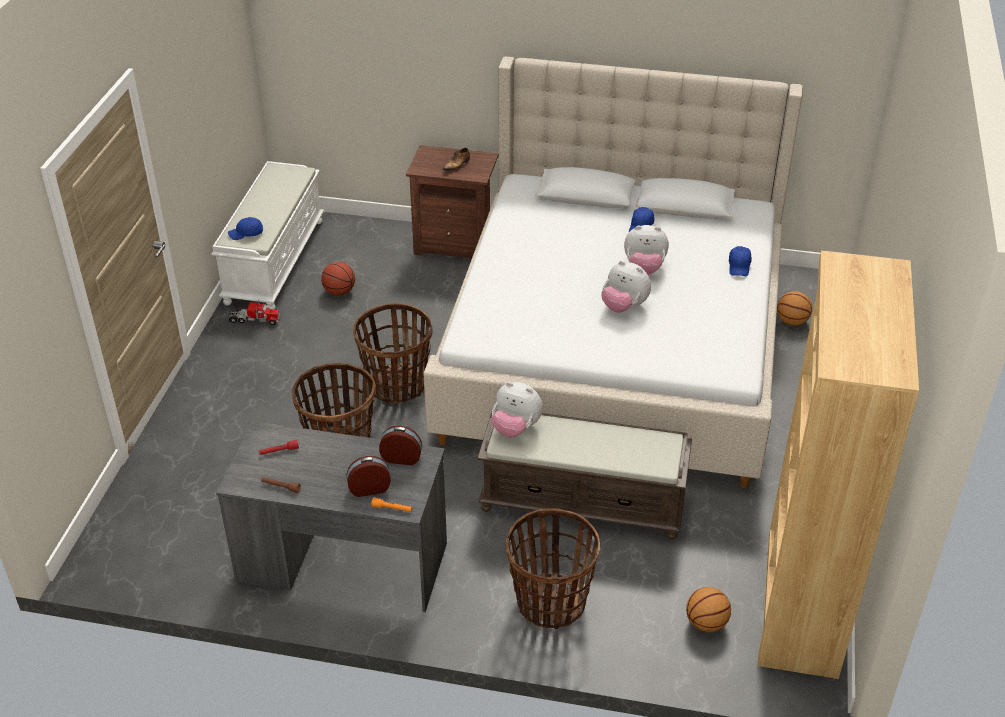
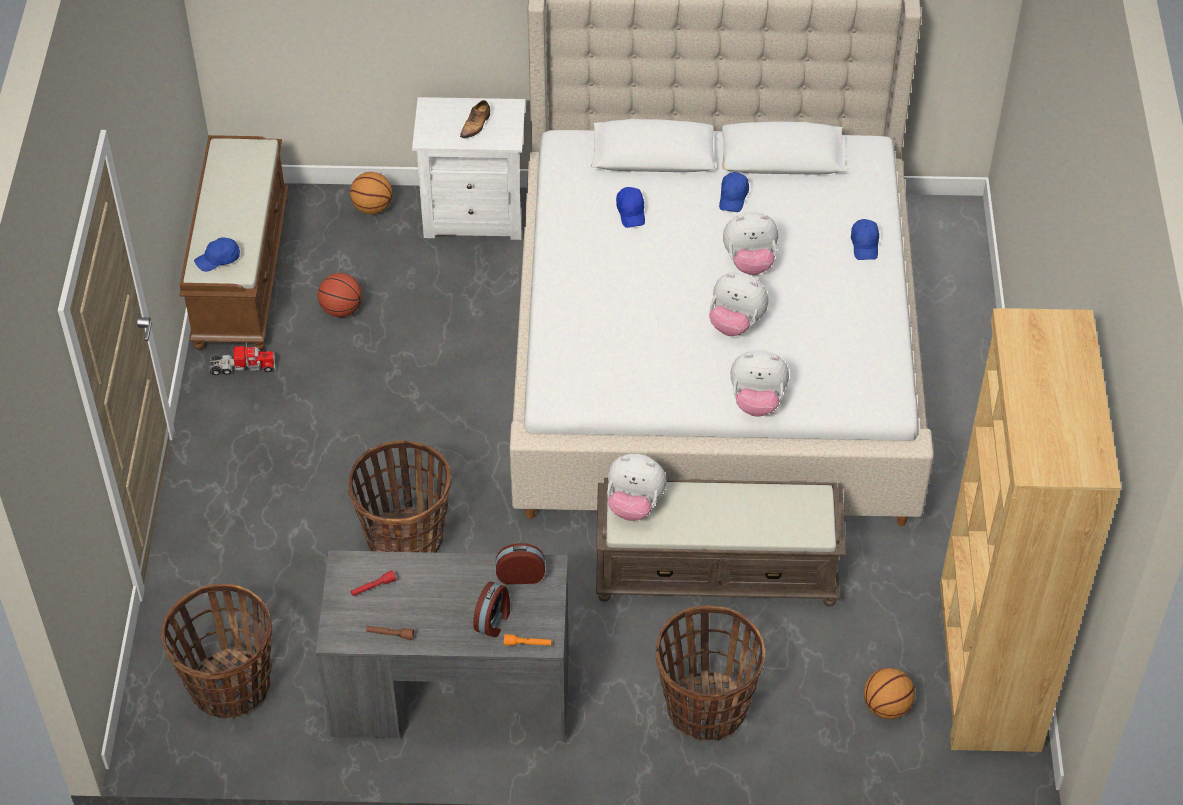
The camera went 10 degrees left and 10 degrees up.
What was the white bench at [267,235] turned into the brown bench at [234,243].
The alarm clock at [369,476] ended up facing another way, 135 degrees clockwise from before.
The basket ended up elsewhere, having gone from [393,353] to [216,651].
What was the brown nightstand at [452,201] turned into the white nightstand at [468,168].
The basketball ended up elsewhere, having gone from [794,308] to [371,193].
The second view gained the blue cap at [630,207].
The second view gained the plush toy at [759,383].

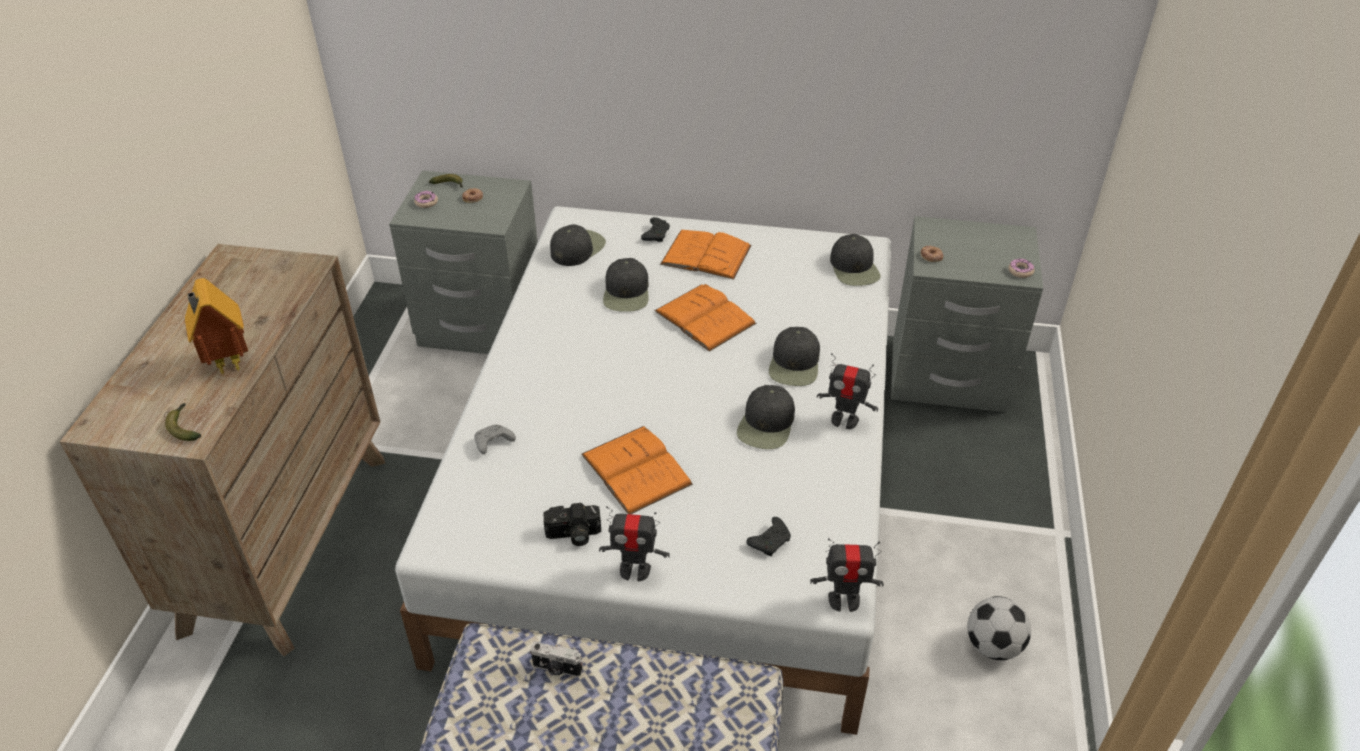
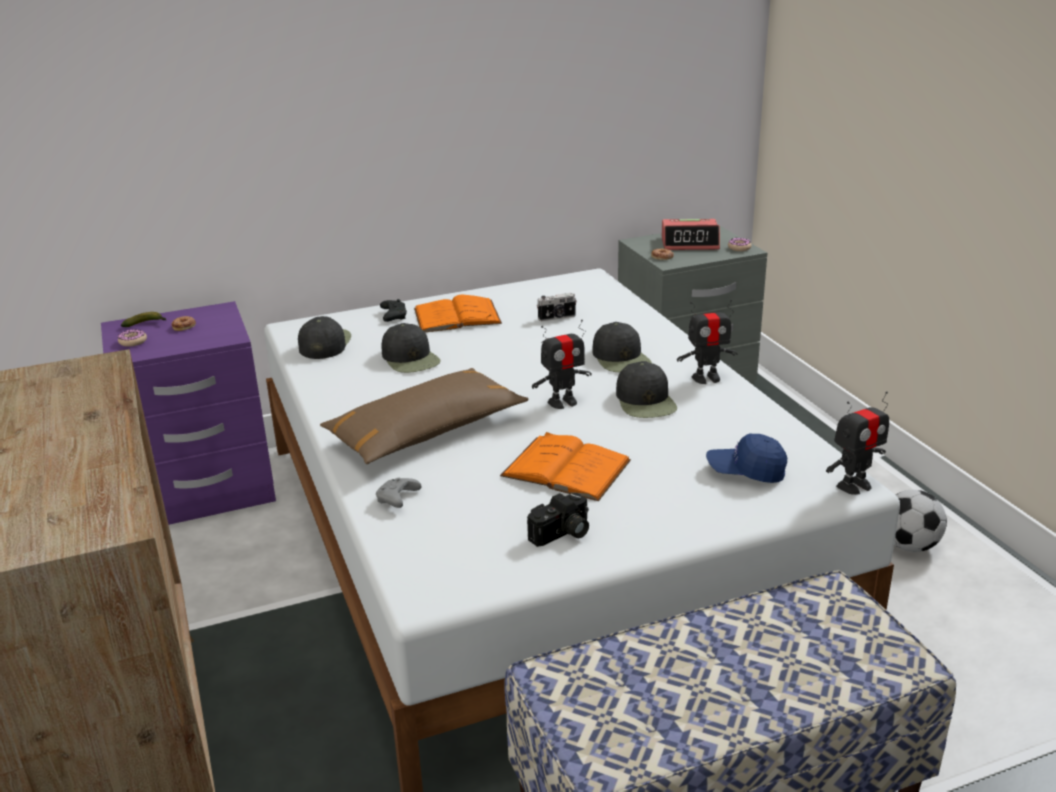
The camera went 30 degrees left and 15 degrees down.
The second view lost the banana at [183,422].
The second view lost the toy house at [216,327].
What was the grey nightstand at [463,262] turned into the purple nightstand at [188,413].
The photo camera ended up elsewhere, having gone from [556,659] to [557,307].
The toy robot ended up elsewhere, having gone from [634,543] to [562,364].
The second view lost the orange book at [705,318].
Where the black game controller stood at [768,536], the blue cap came to stand at [746,458].
The second view lost the black cap at [855,260].
The second view gained the brown pillow at [424,416].
The second view gained the alarm clock at [691,234].

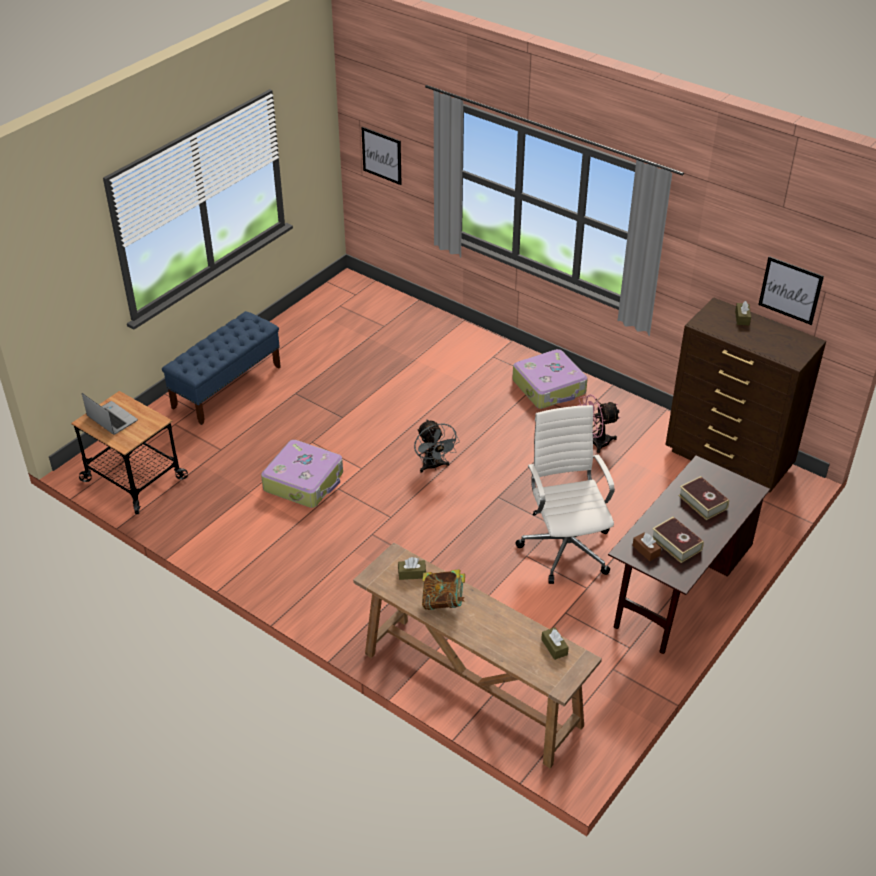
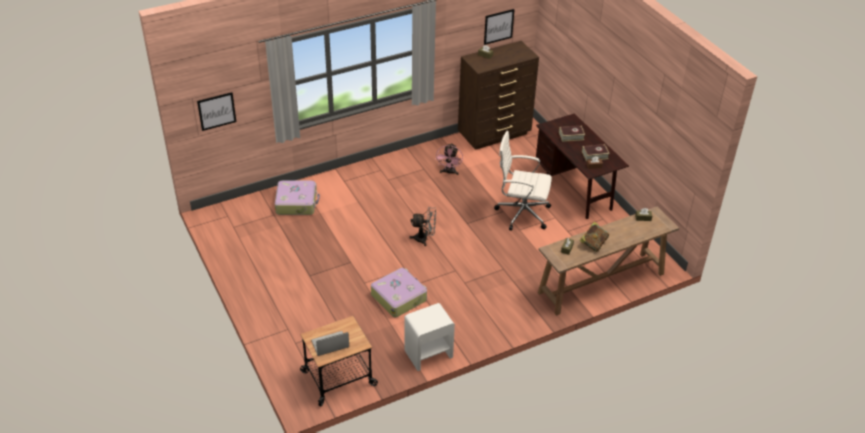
The camera went 65 degrees left and 0 degrees up.
The second view lost the blue bench at [221,368].
The suitcase ended up elsewhere, having gone from [550,379] to [297,197].
The second view gained the white nightstand at [429,337].

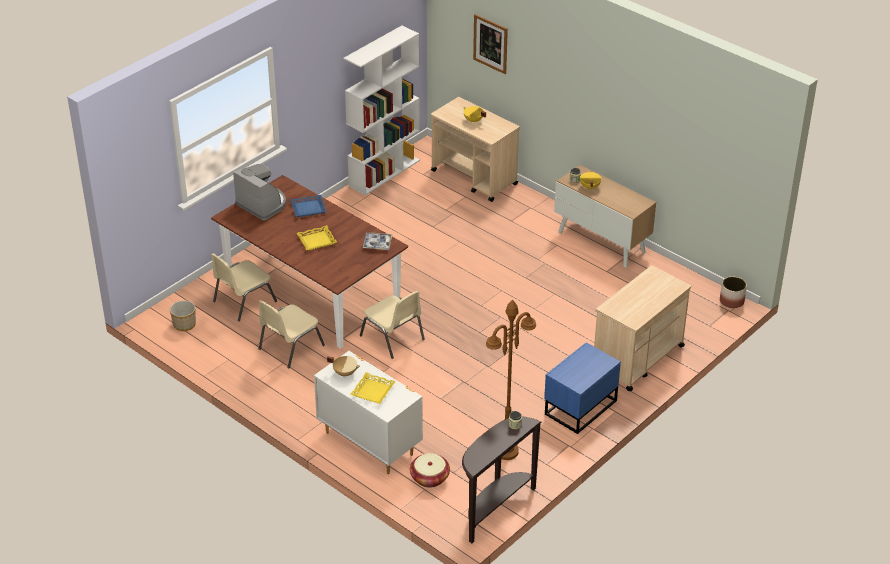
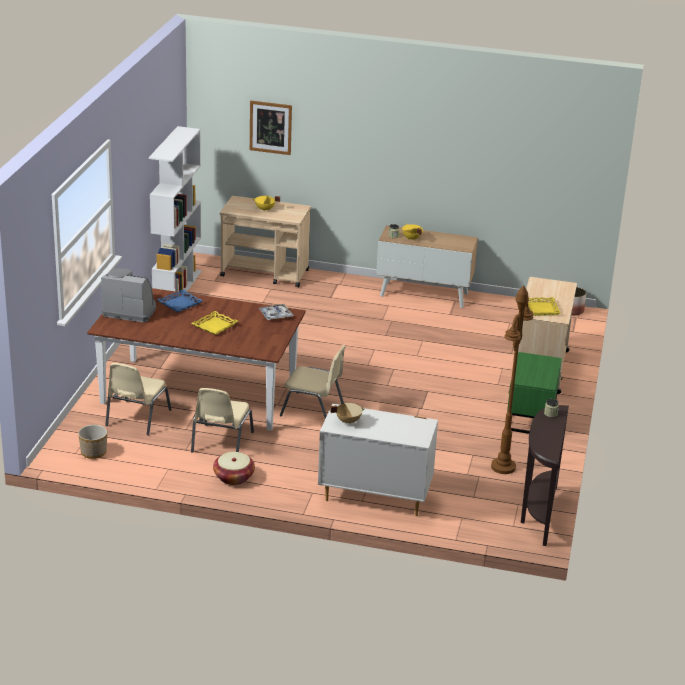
The camera went 30 degrees left and 10 degrees down.
The yellow tray ended up elsewhere, having gone from [373,388] to [544,306].
The basket ended up elsewhere, having gone from [430,470] to [234,468].
What was the blue nightstand at [582,388] turned into the green nightstand at [534,393].

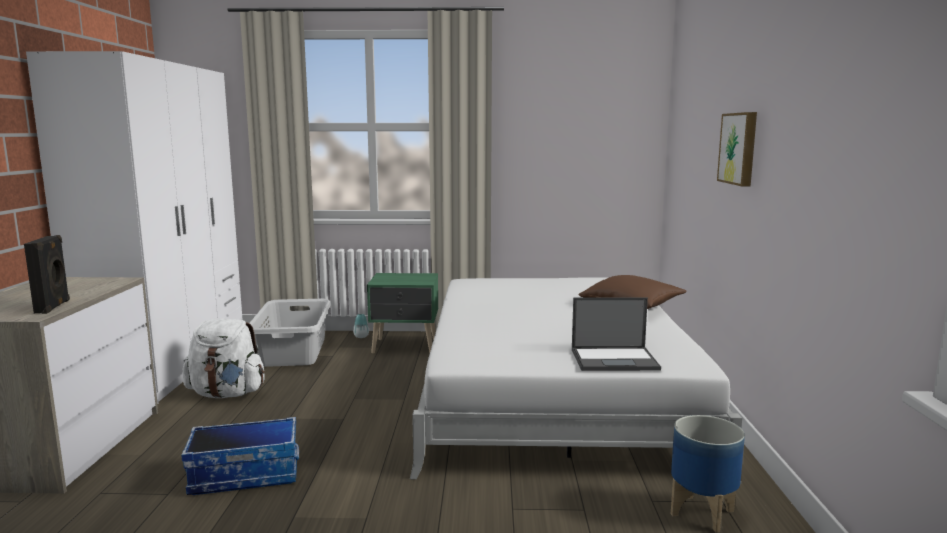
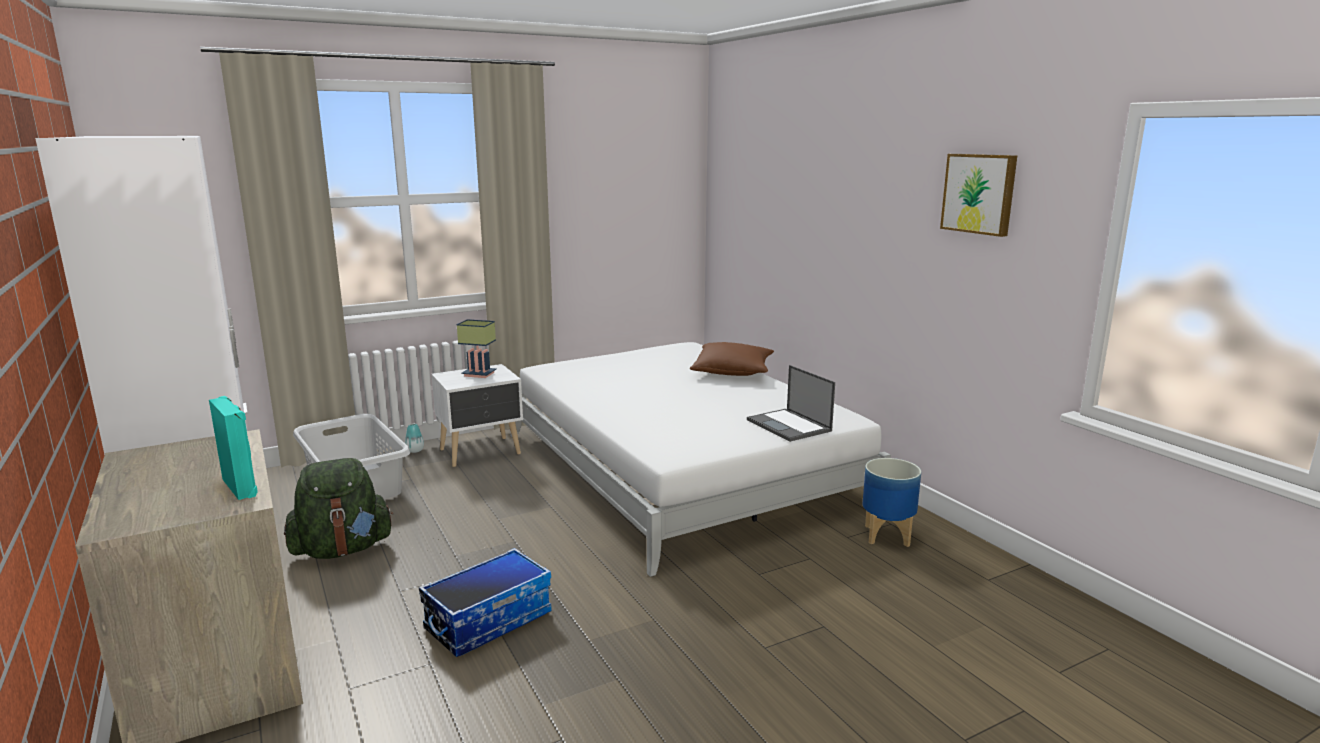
The camera went 30 degrees left and 5 degrees up.
What was the black speaker at [47,274] turned into the turquoise speaker at [233,448].
What was the white backpack at [224,358] turned into the green backpack at [338,508].
What was the green nightstand at [402,313] turned into the white nightstand at [477,415].
The laptop at [616,334] ended up facing another way, 90 degrees clockwise from before.
The picture ended up elsewhere, having gone from [737,149] to [978,195].
The second view gained the table lamp at [477,348].

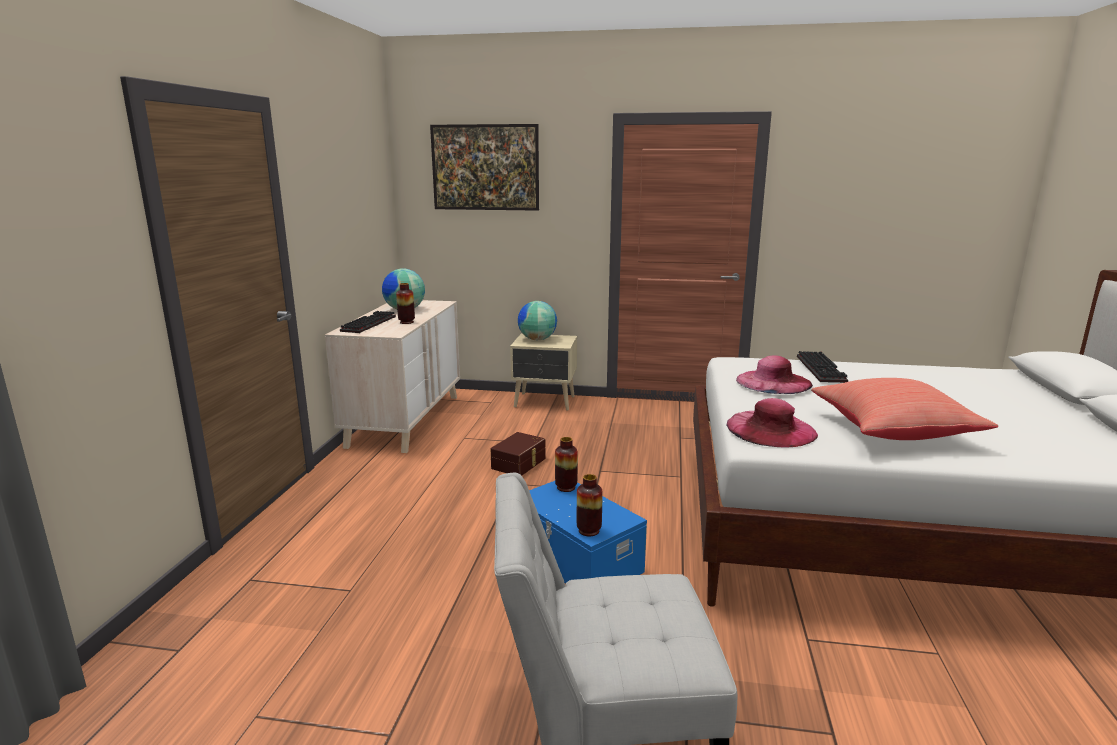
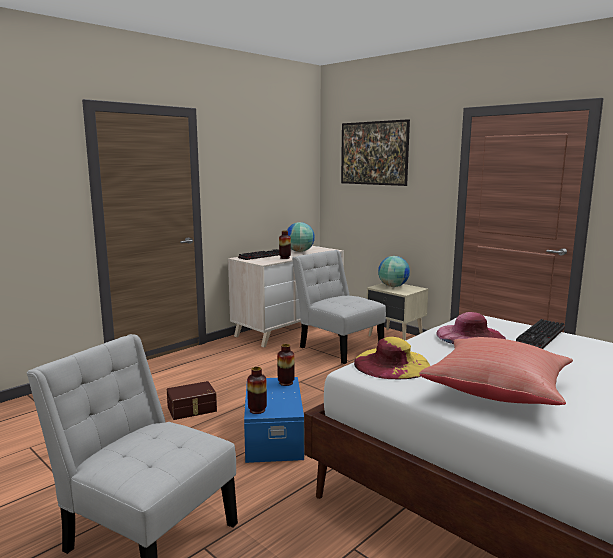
The camera went 35 degrees right and 5 degrees down.
The brown storage box ended up elsewhere, having gone from [518,454] to [192,400].
What was the pink hat at [772,423] turned into the yellow hat at [392,358].
The second view gained the white chair at [339,307].

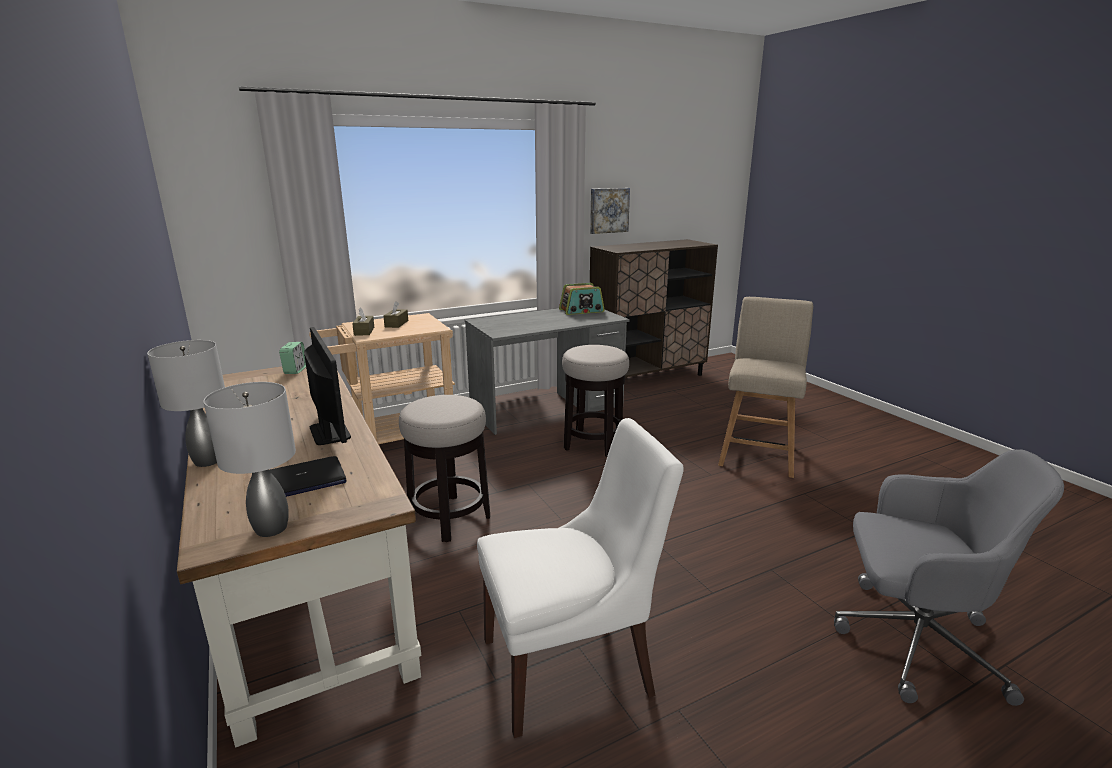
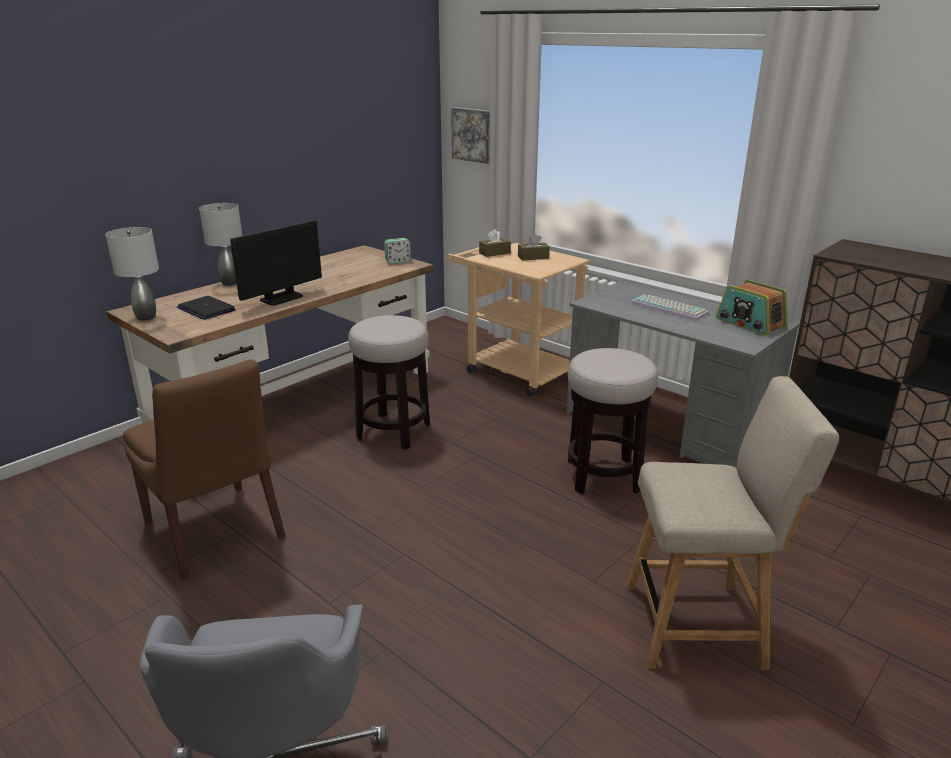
The camera went 70 degrees right and 5 degrees up.
What was the white chair at [580,578] turned into the brown chair at [204,469].
The picture ended up elsewhere, having gone from [610,211] to [470,135].
The second view gained the keyboard at [669,307].

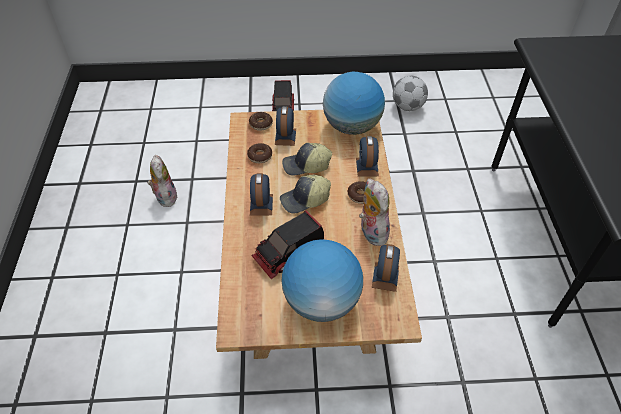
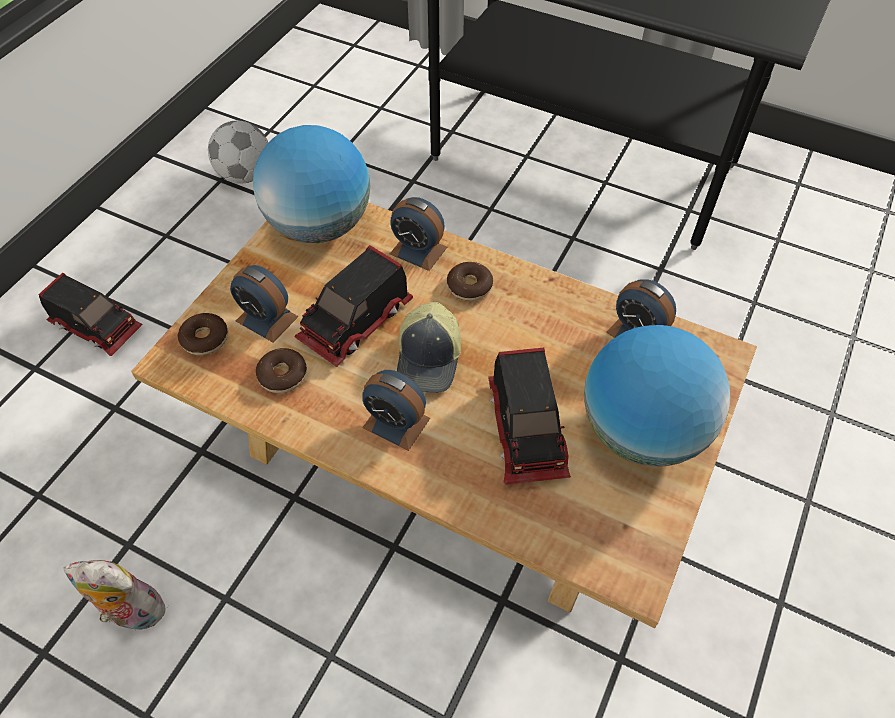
The camera went 60 degrees left and 5 degrees up.
Where the cap stood at [307,159], the toy truck came to stand at [354,306].
The second view lost the plush toy at [374,212].

